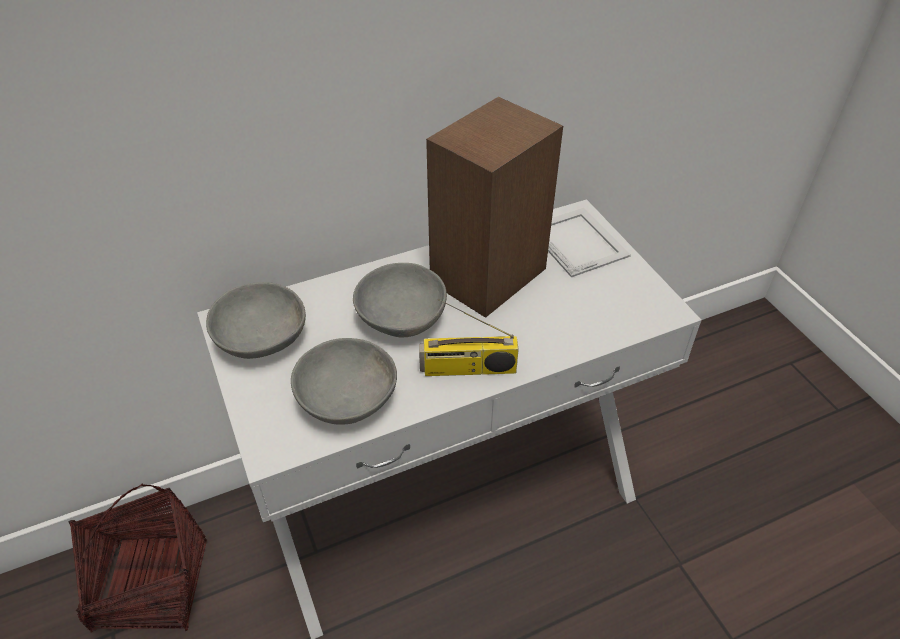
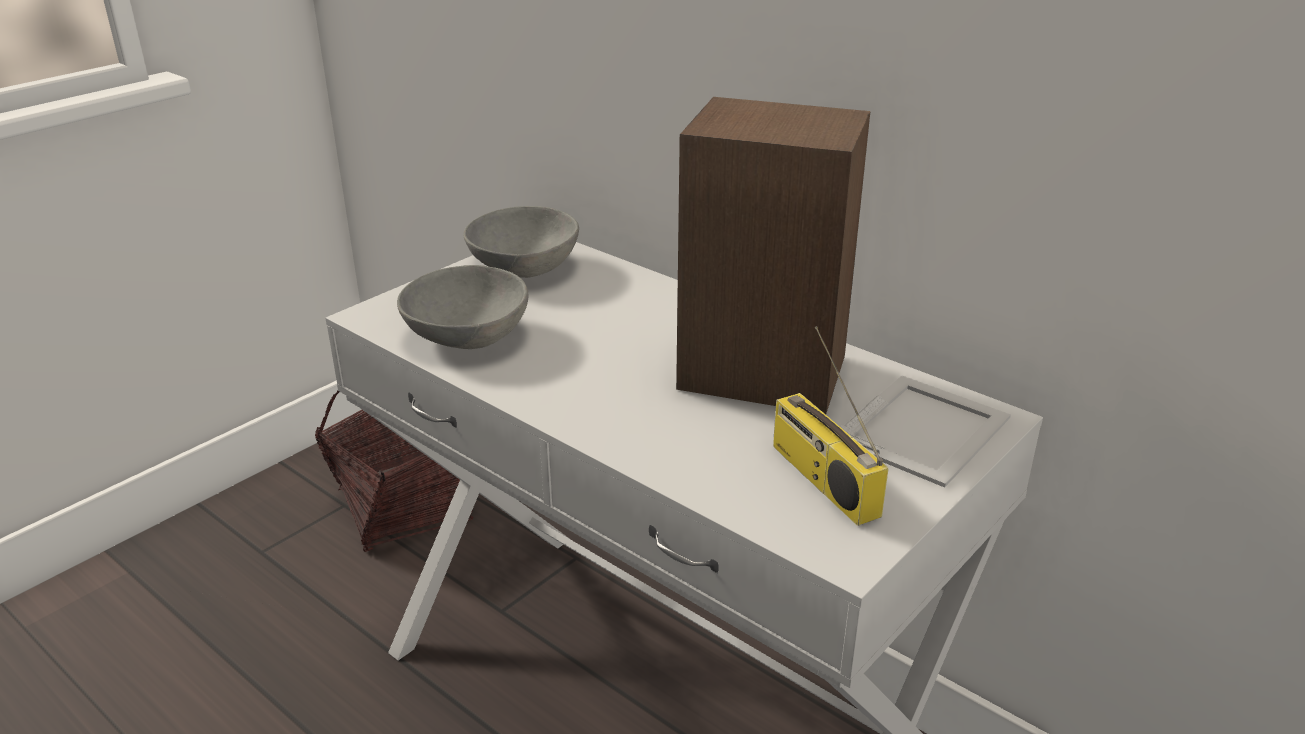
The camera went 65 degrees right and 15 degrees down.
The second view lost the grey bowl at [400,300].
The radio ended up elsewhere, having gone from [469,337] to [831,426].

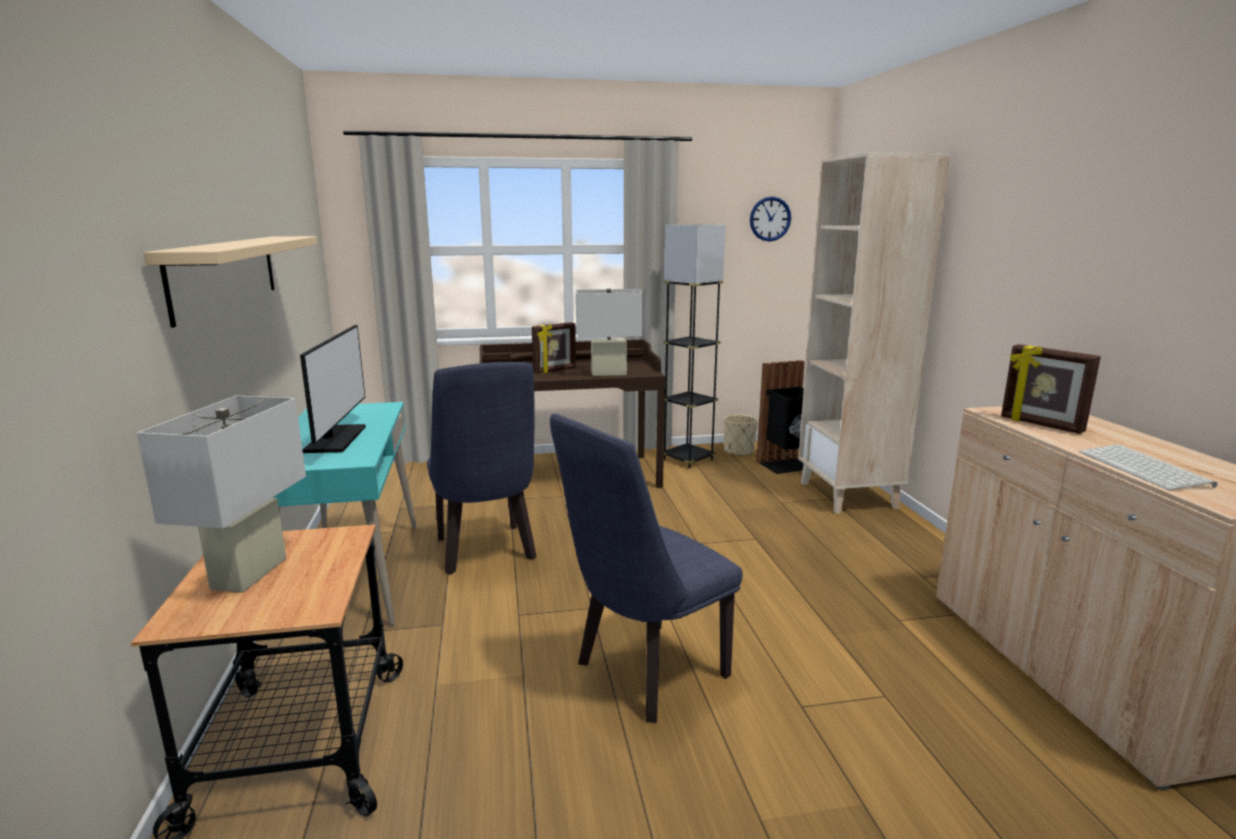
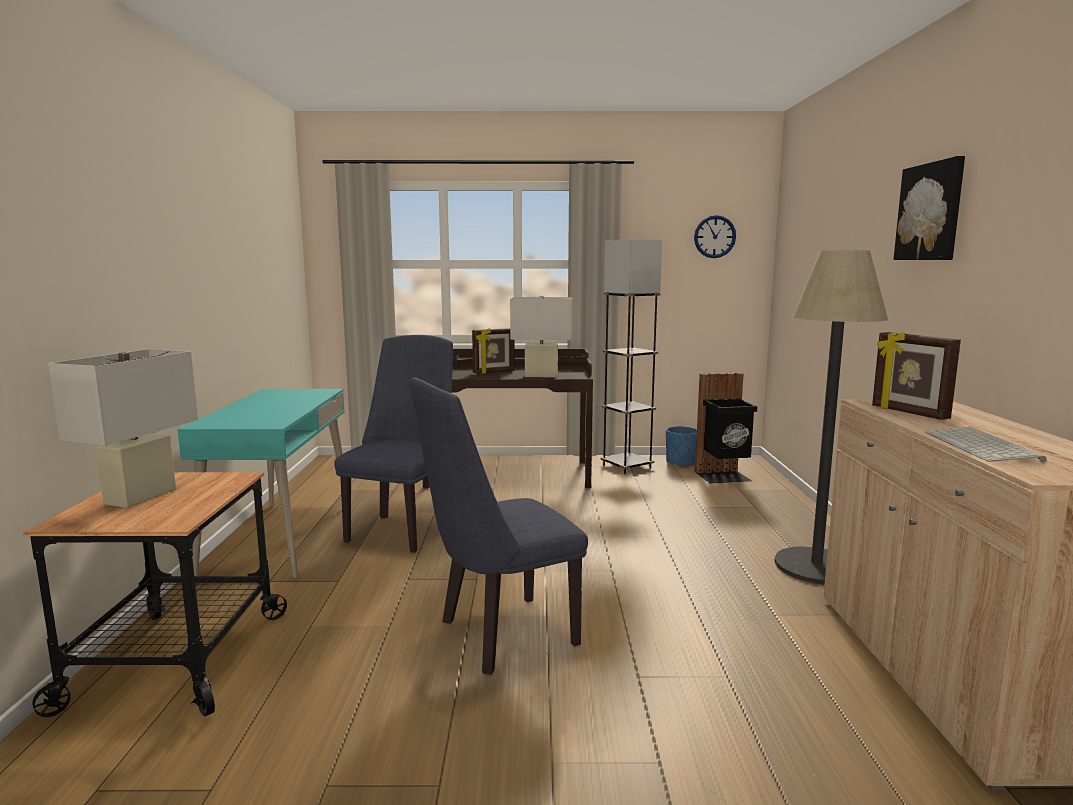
The camera went 10 degrees right and 5 degrees down.
The second view lost the beige shelf at [231,282].
The second view lost the monitor at [333,389].
The blue chair at [482,468] ended up facing another way, 150 degrees counterclockwise from before.
What was the beige planter at [741,435] turned into the blue planter at [681,446].
The second view lost the beige bookcase at [874,333].
The second view gained the floor lamp at [831,417].
The second view gained the picture at [929,208].

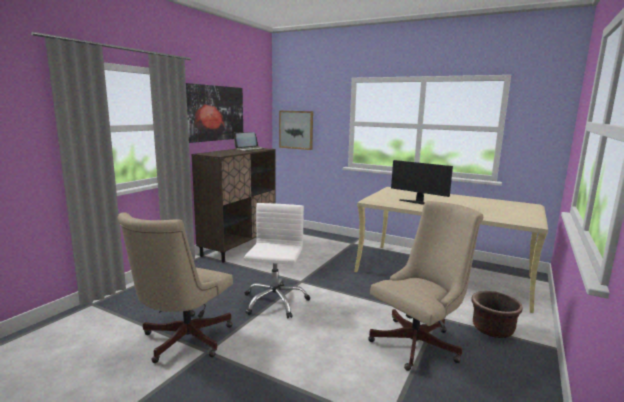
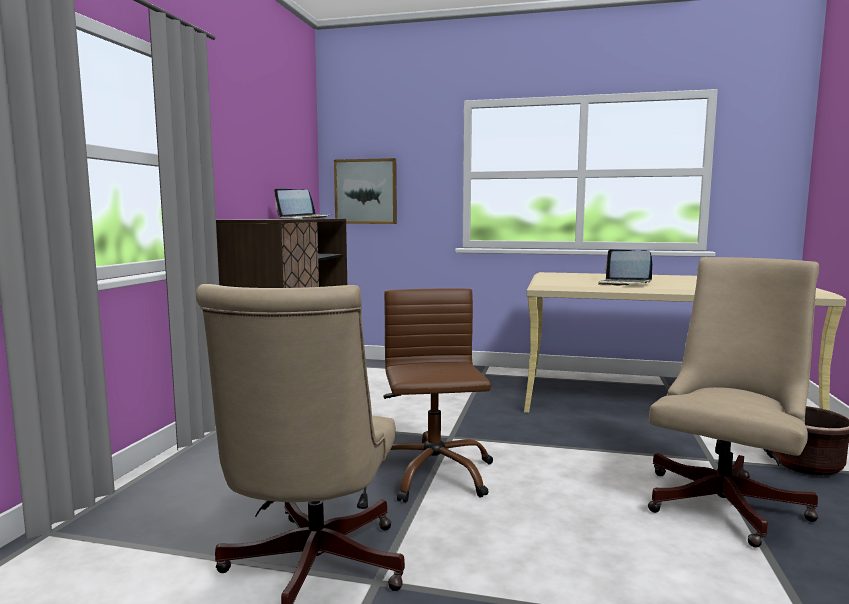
The camera went 15 degrees left and 5 degrees down.
The second view lost the picture at [214,113].
What was the white office chair at [277,260] turned into the brown office chair at [438,395].
Where the monitor stood at [422,182], the laptop came to stand at [625,267].

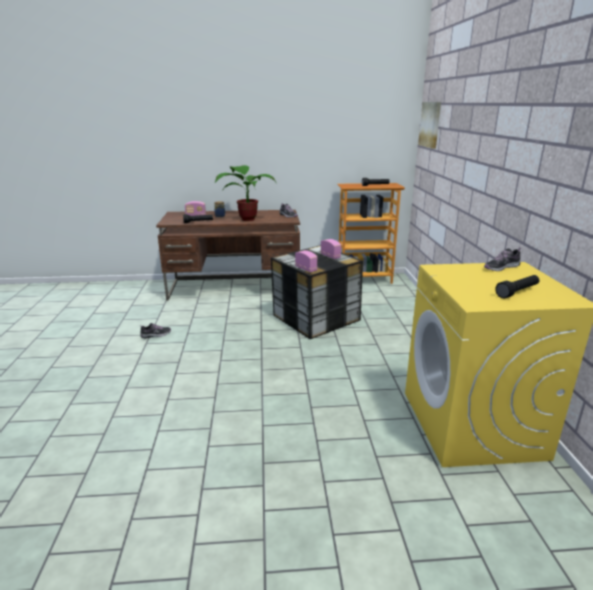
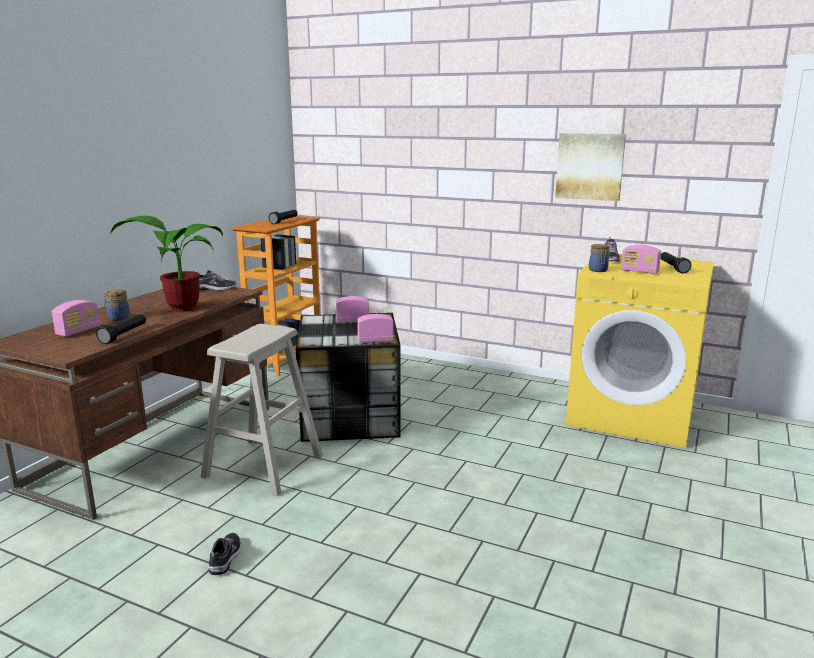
The camera went 60 degrees left and 5 degrees down.
The picture ended up elsewhere, having gone from [429,125] to [590,167].
The second view gained the beige stool at [262,410].
The second view gained the jar at [599,258].
The second view gained the radio at [641,259].

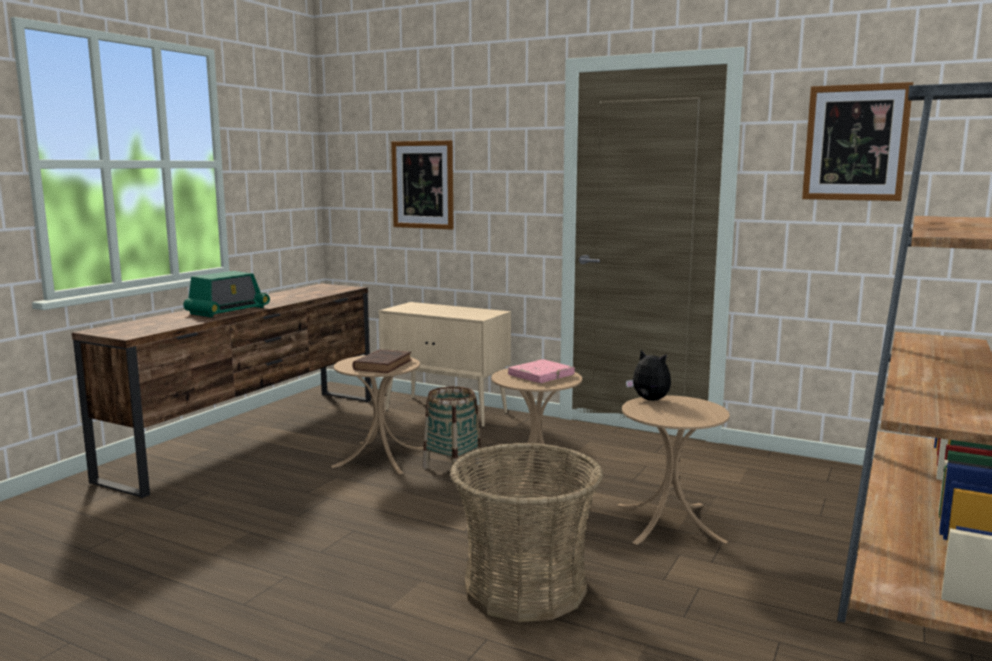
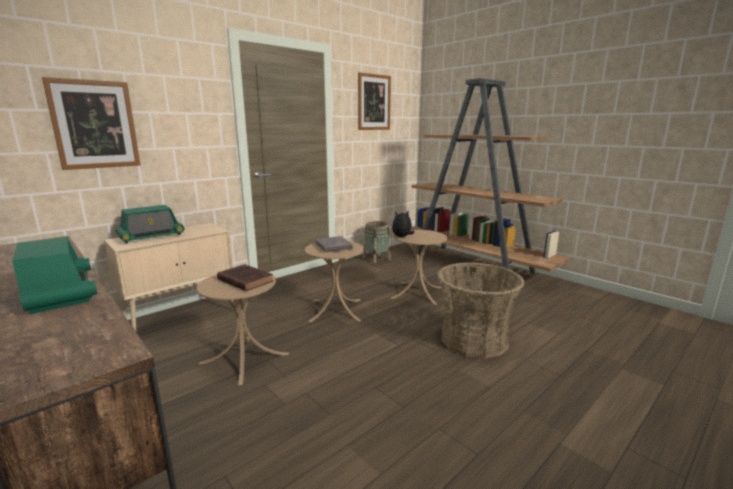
The camera went 70 degrees left and 5 degrees up.
The basket ended up elsewhere, having gone from [452,428] to [377,242].
What was the pink book at [541,371] turned into the grey book at [334,244].
The second view gained the radio at [149,224].

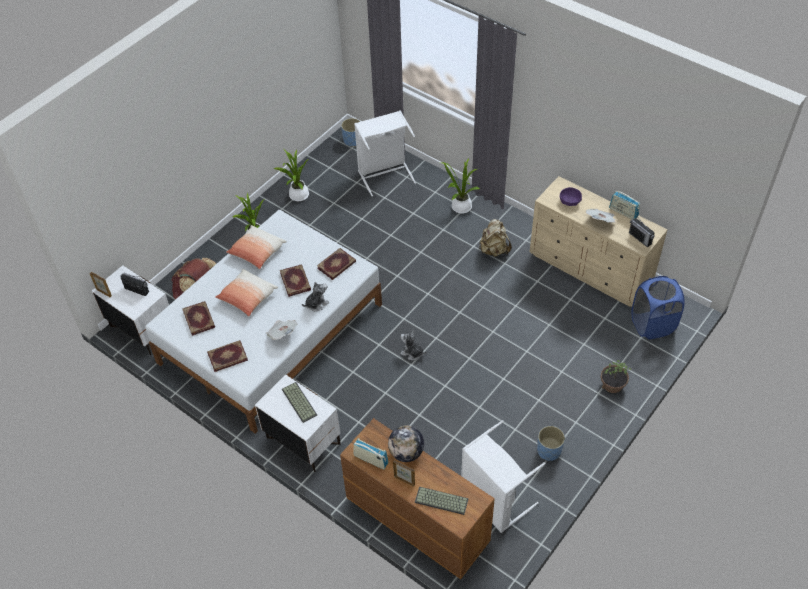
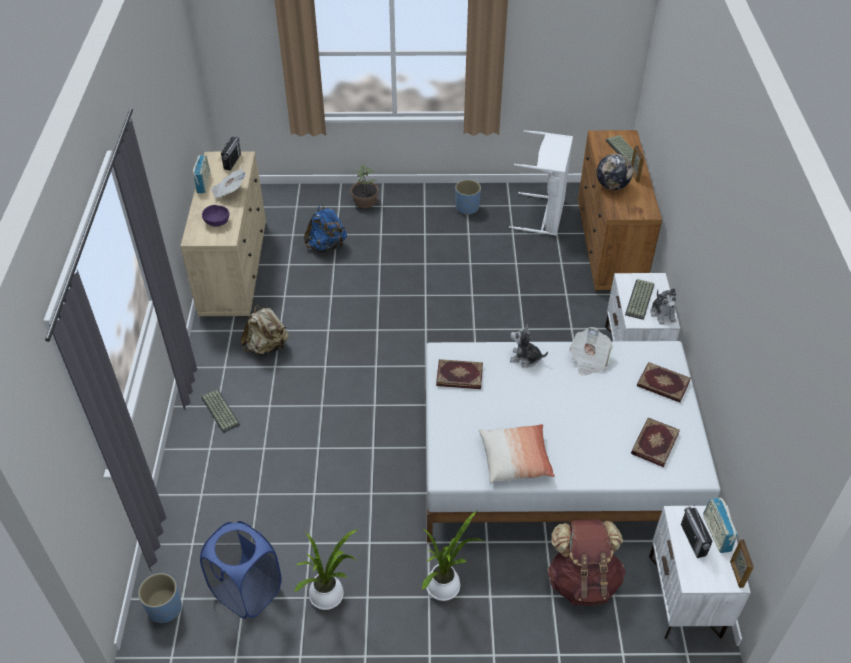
The camera went 130 degrees left and 5 degrees down.
The second view lost the pillow at [246,293].
The second view lost the book at [295,280].
The radio ended up elsewhere, having gone from [371,453] to [720,525].
The second view lost the white laundry basket at [385,154].
The plush toy ended up elsewhere, having gone from [413,345] to [663,306].
Where the potted plant stood at [461,186], the keyboard came to stand at [220,411].
The blue laundry basket ended up elsewhere, having gone from [658,307] to [241,570].
The second view gained the blue backpack at [325,228].

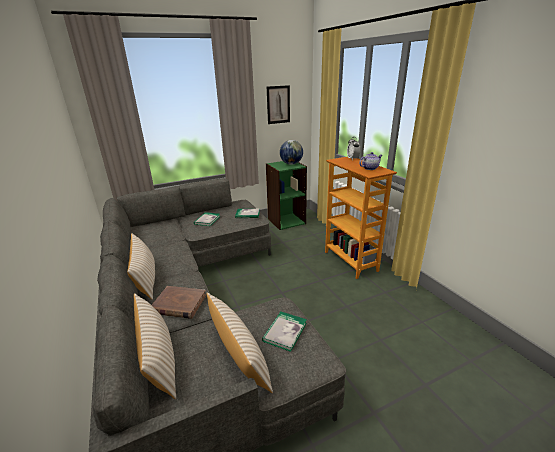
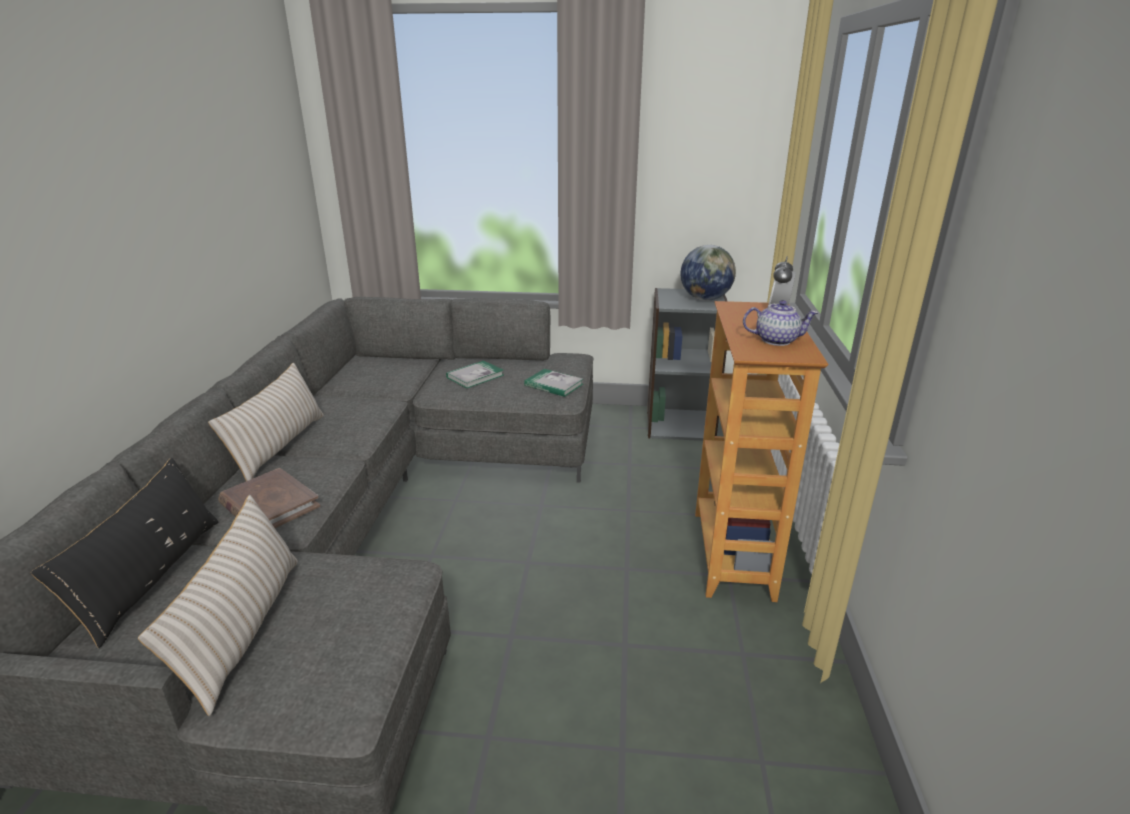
The camera went 30 degrees right and 0 degrees up.
What was the beige pillow at [155,346] turned into the black pillow at [124,553].
The second view lost the book at [284,331].
What was the green bookcase at [286,195] turned into the grey bookcase at [687,364].
The second view lost the picture at [278,104].

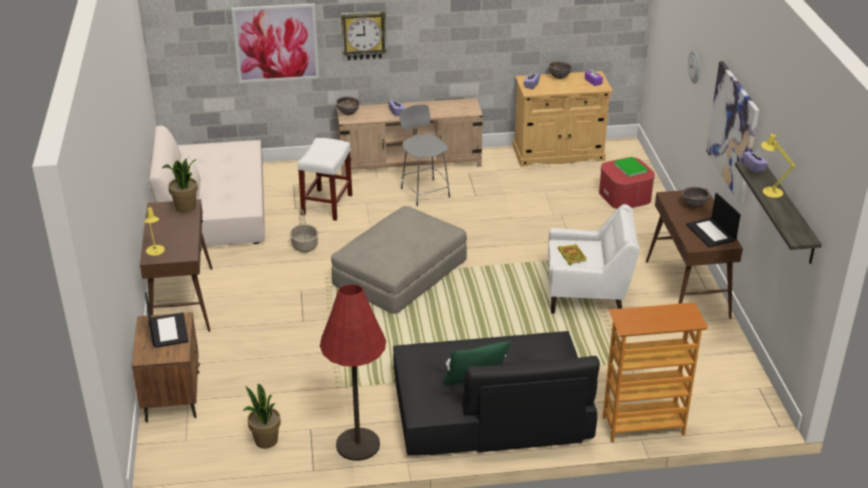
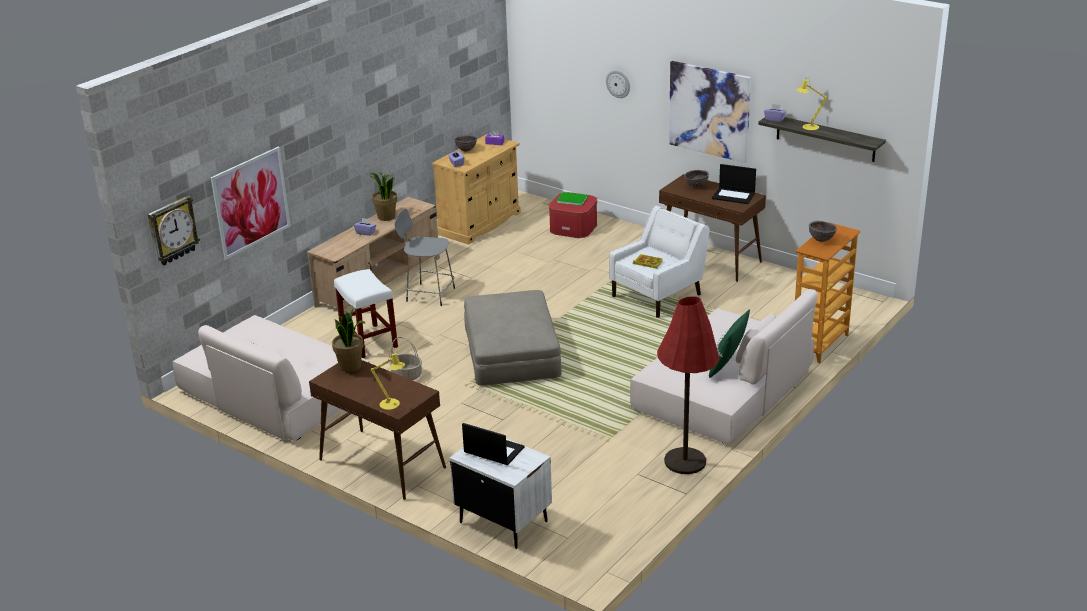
The camera went 45 degrees left and 5 degrees down.
What was the brown nightstand at [166,367] turned into the white nightstand at [501,493].
The potted plant ended up elsewhere, having gone from [262,416] to [381,196].
The brown bowl ended up elsewhere, having gone from [348,105] to [823,231].
The wall clock ended up elsewhere, having gone from [364,35] to [174,230].
What was the black sofa at [496,393] turned into the beige sofa at [724,366].

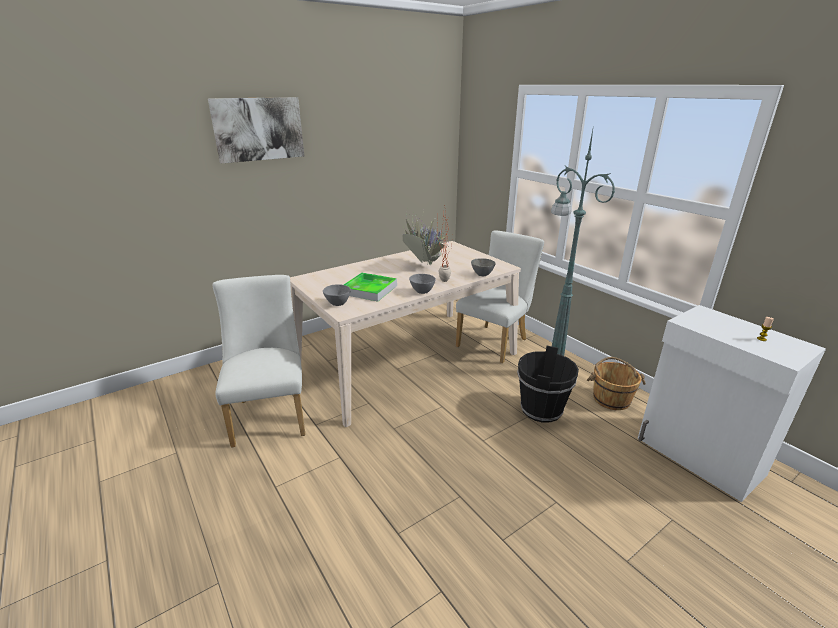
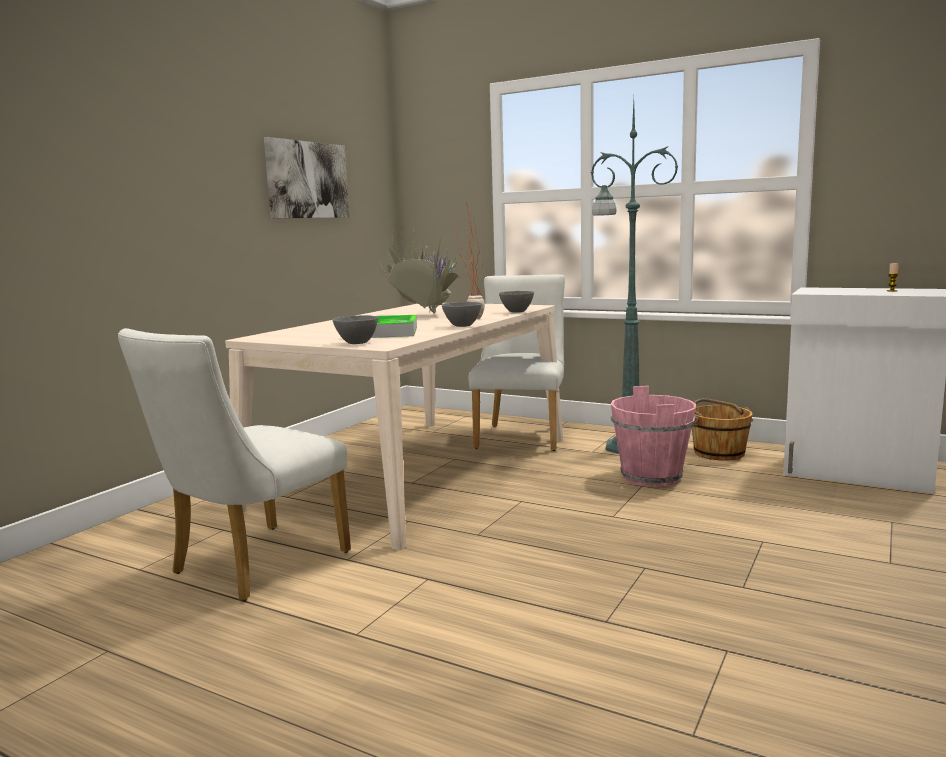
The camera went 25 degrees left and 15 degrees down.
The picture ended up elsewhere, having gone from [256,130] to [306,177].
The white chair at [259,361] ended up facing another way, 105 degrees counterclockwise from before.
What was the black bucket at [548,384] turned into the pink bucket at [653,436].

